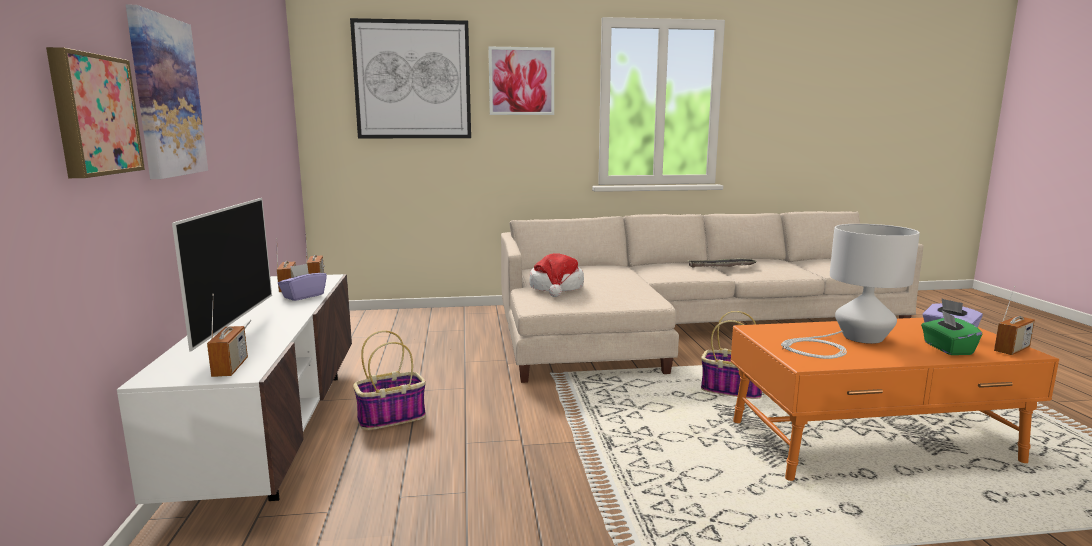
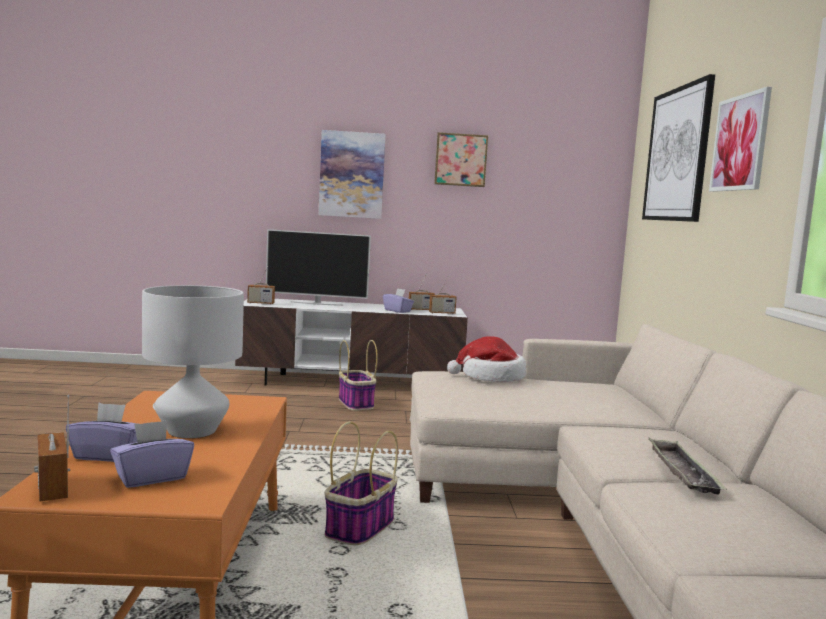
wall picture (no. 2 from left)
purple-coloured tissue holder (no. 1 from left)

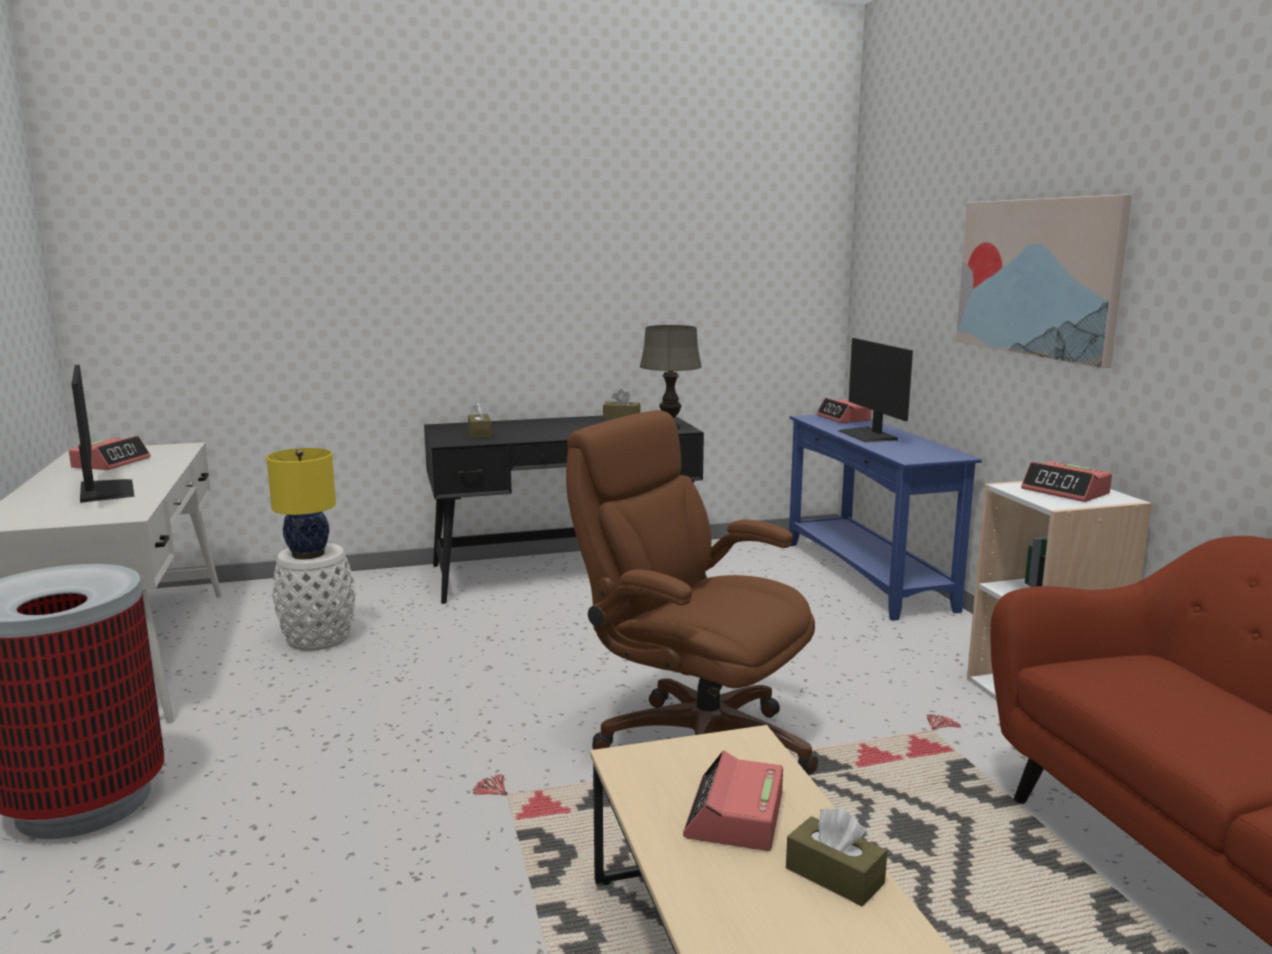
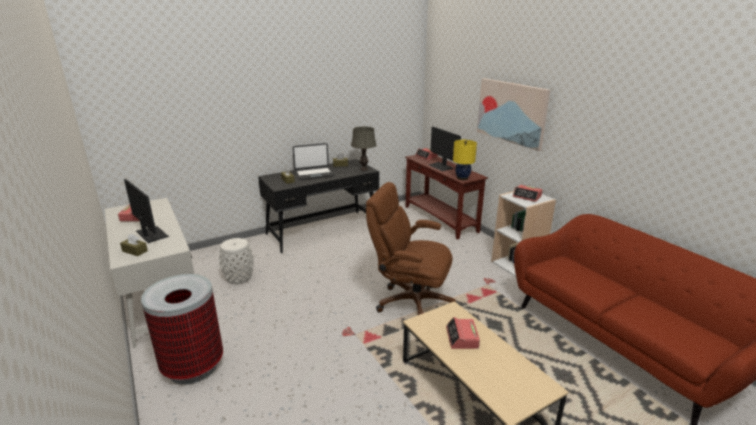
brownish narrow table
yellow-coloured tabletop lamp
brownish tissue holder (no. 1 from left)
portable computer

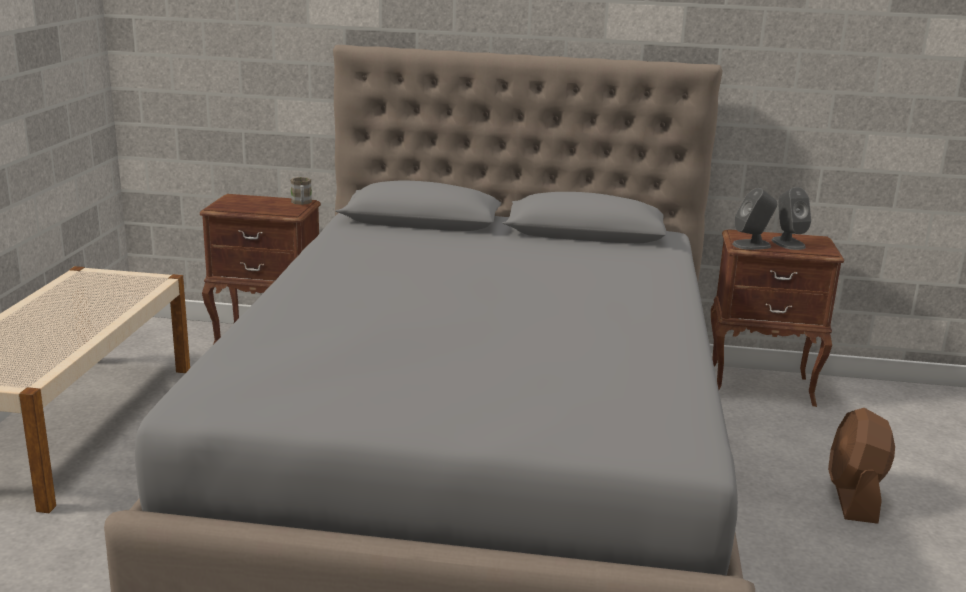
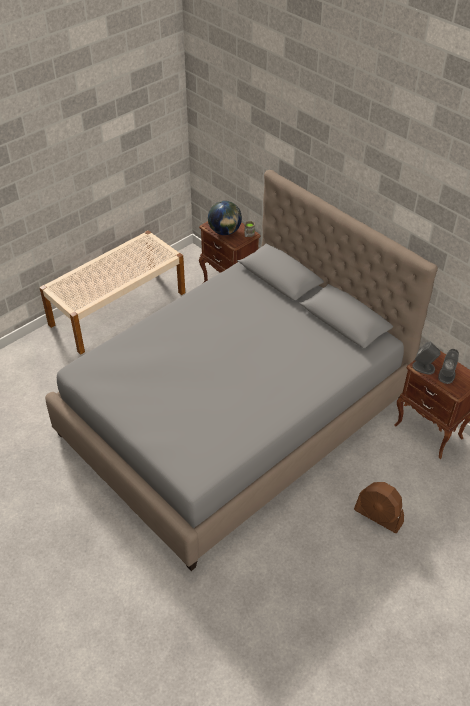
brownish fan
desk globe

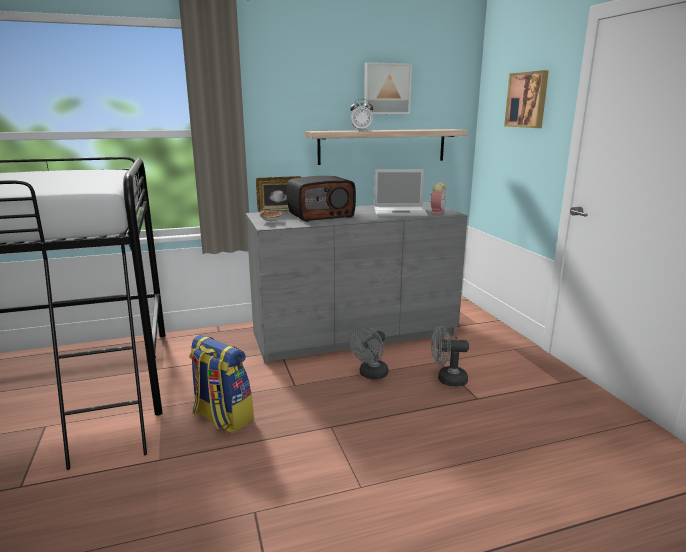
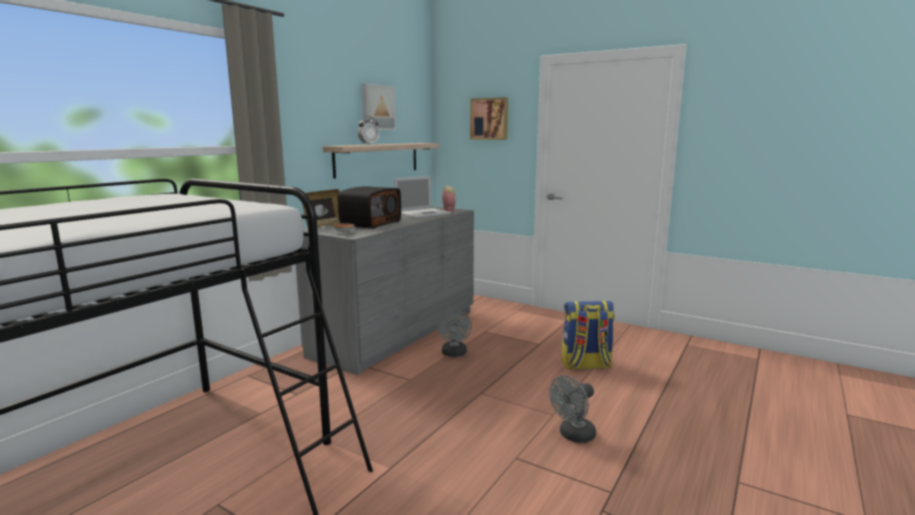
greyish fan (no. 2 from left)
knapsack

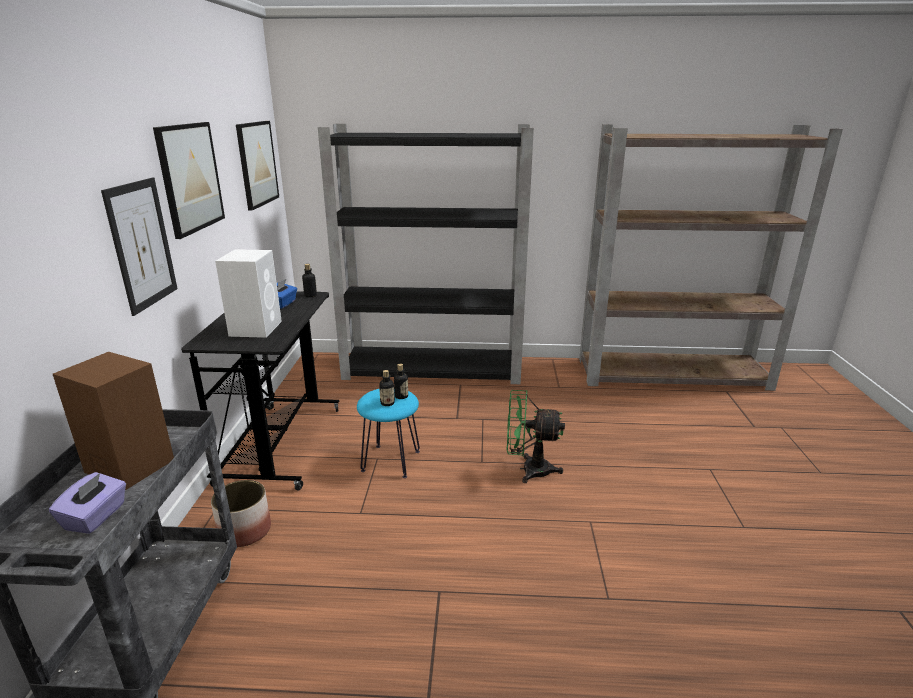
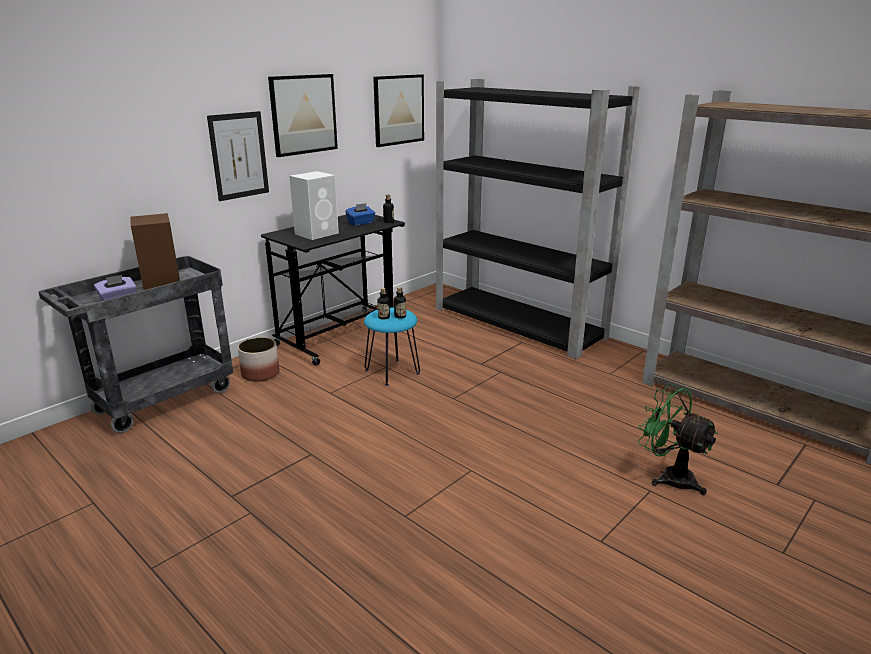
green fan

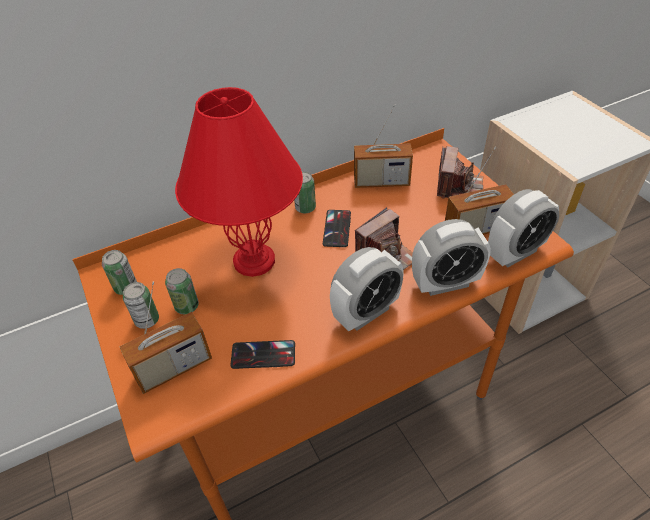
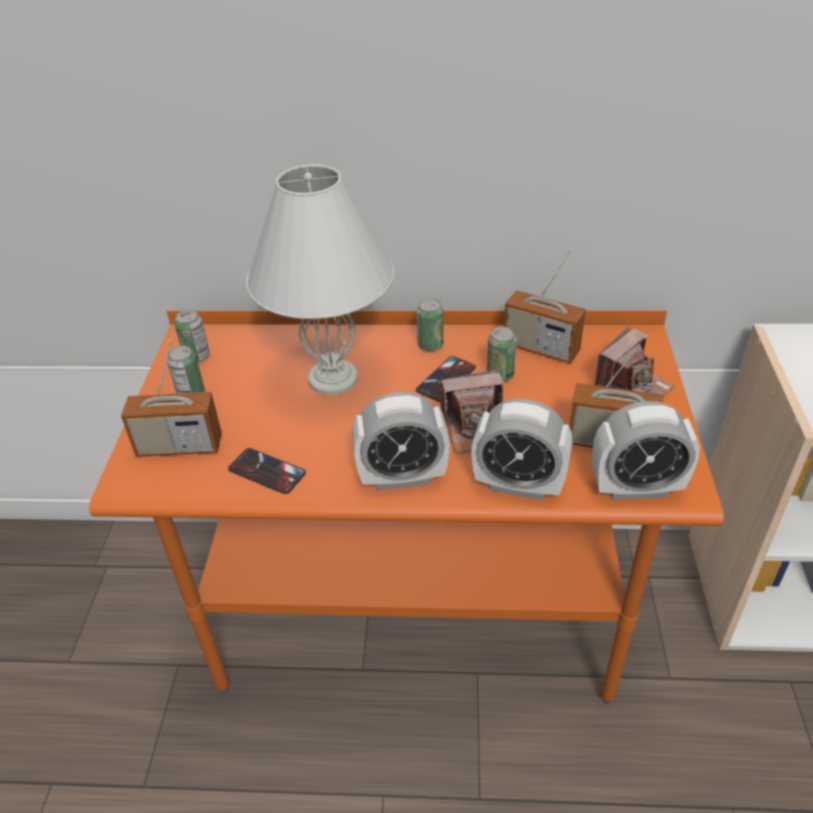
white-coloured tabletop lamp
metal can (no. 4 from left)

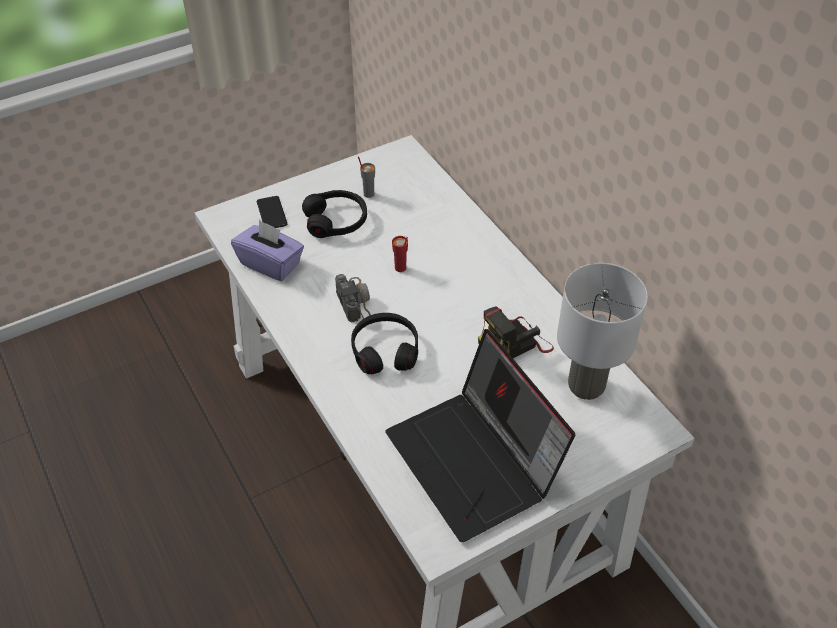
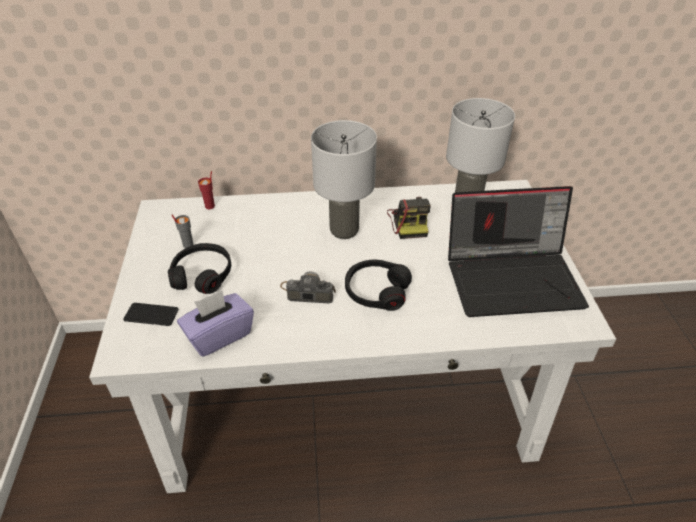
red drinking cup
white-coloured tabletop lamp (no. 1 from left)

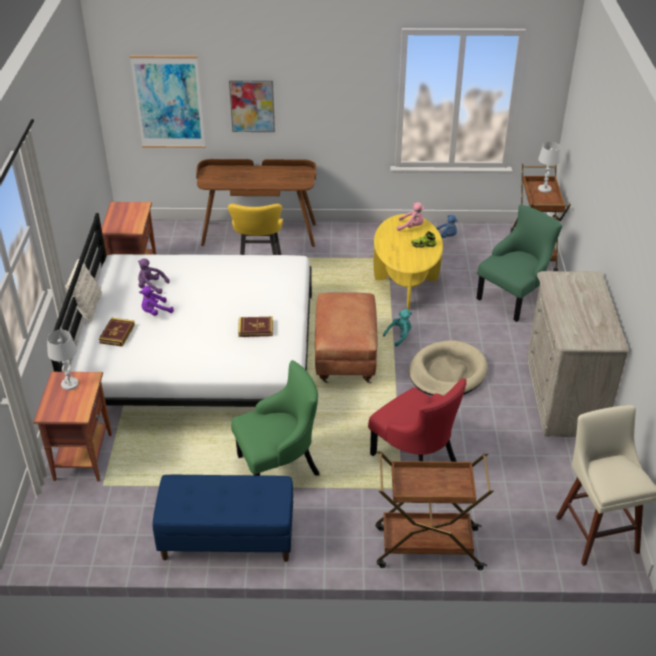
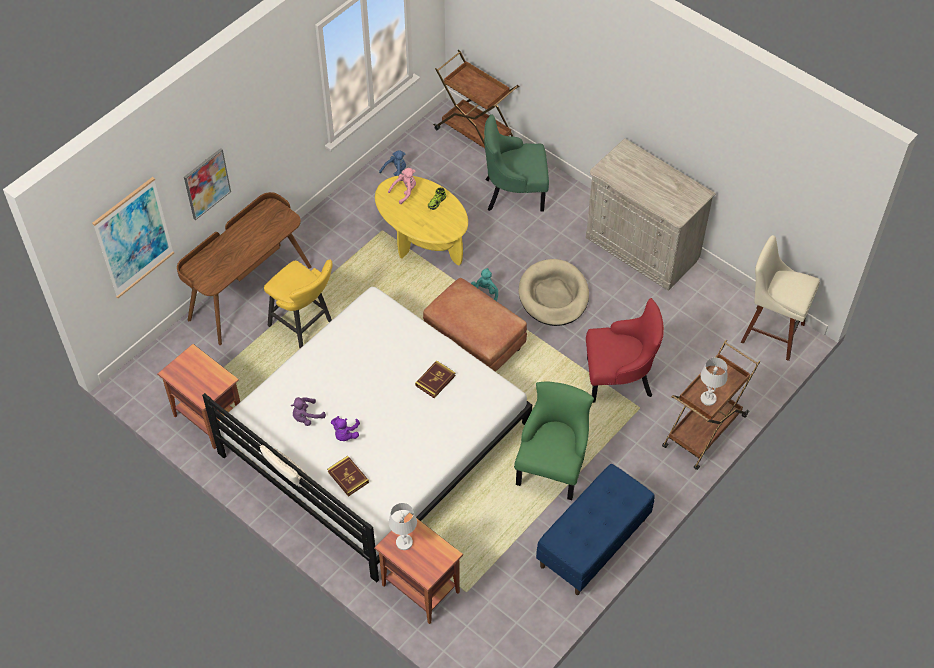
white-coloured tabletop lamp (no. 2 from left)
green plain chair (no. 1 from left)

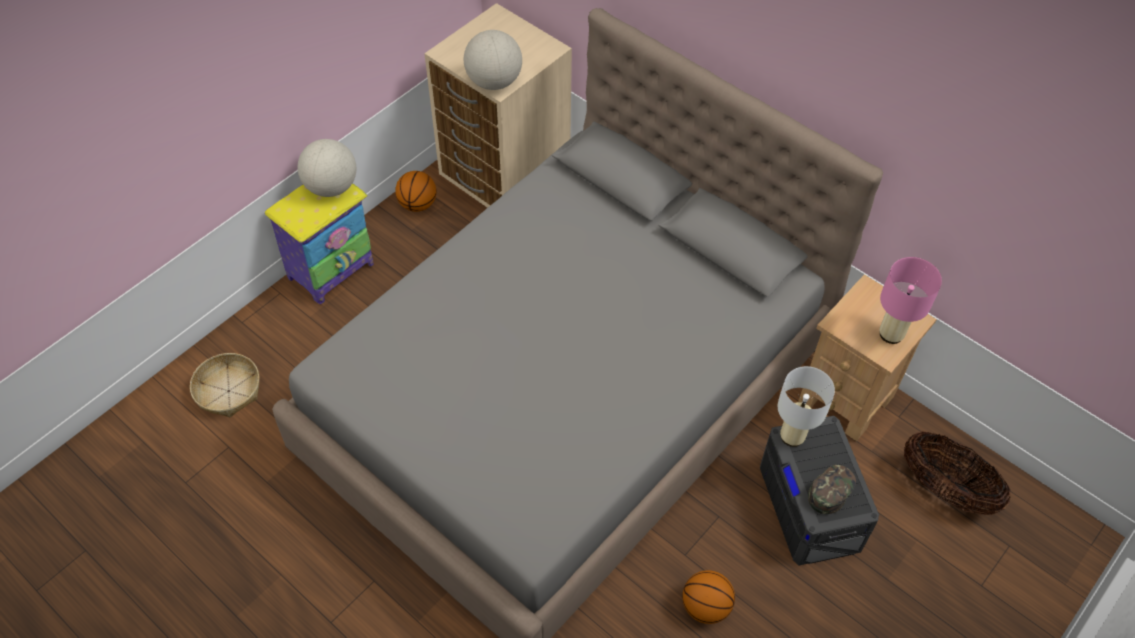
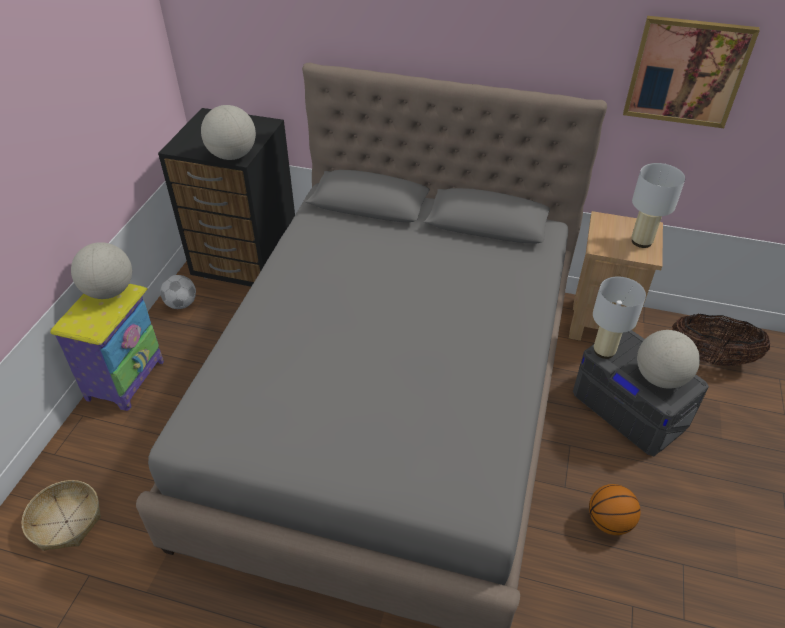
black-coloured chest of drawers
ball for football
white-coloured tabletop lamp (no. 2 from left)
desk globe (no. 3 from left)
wall picture

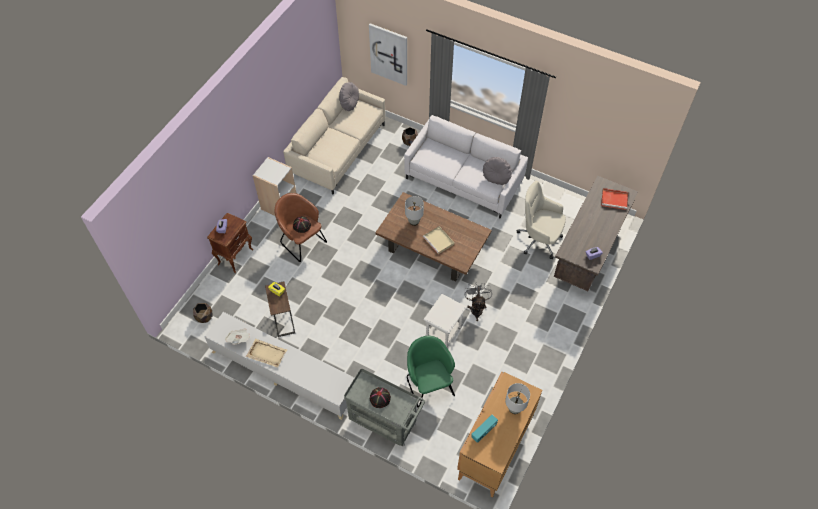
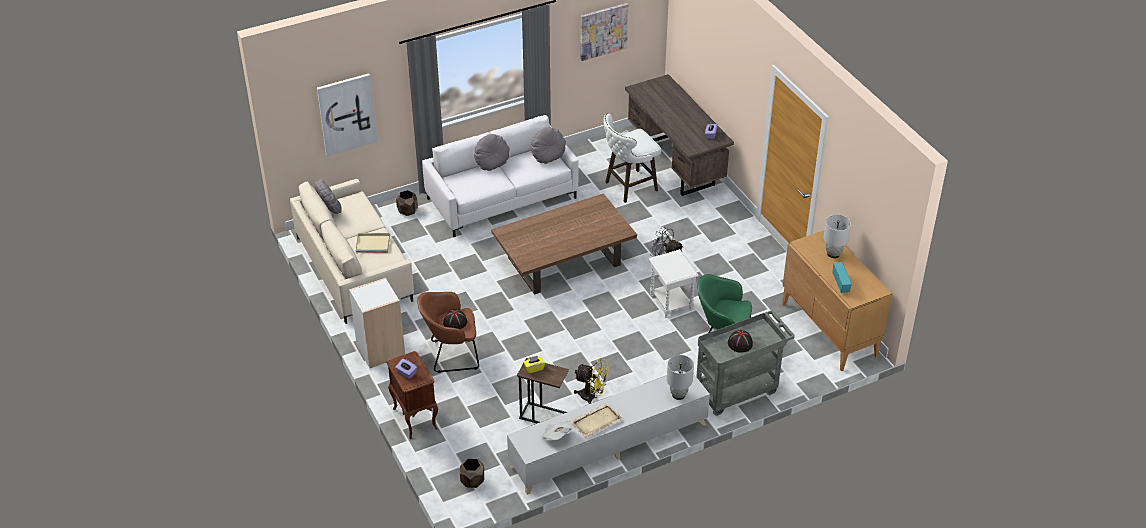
white-coloured stool
red carrying tray
white-coloured tabletop lamp (no. 1 from left)
sand-coloured carrying tray (no. 1 from left)
wall picture (no. 2 from left)
greyish pillow (no. 2 from left)
yellow-coloured fan

